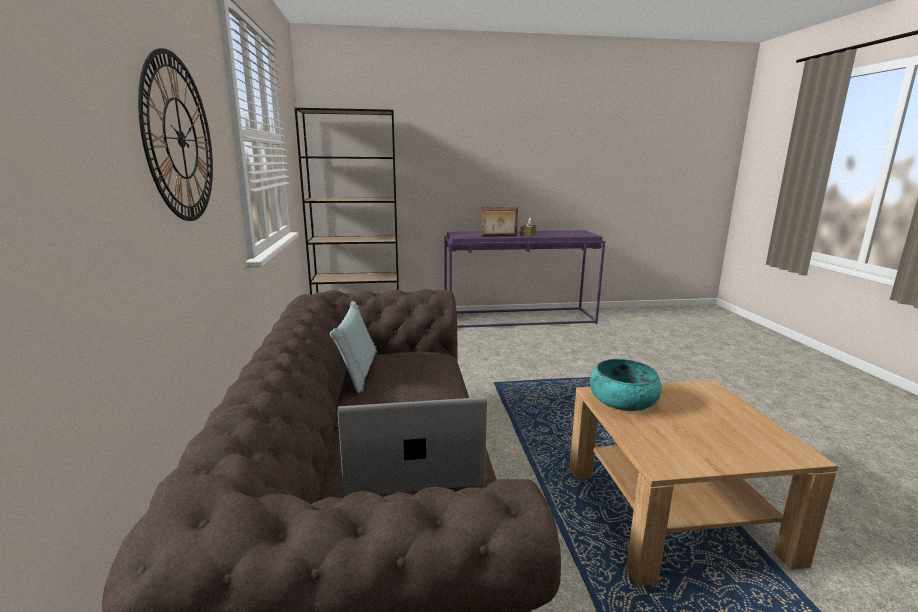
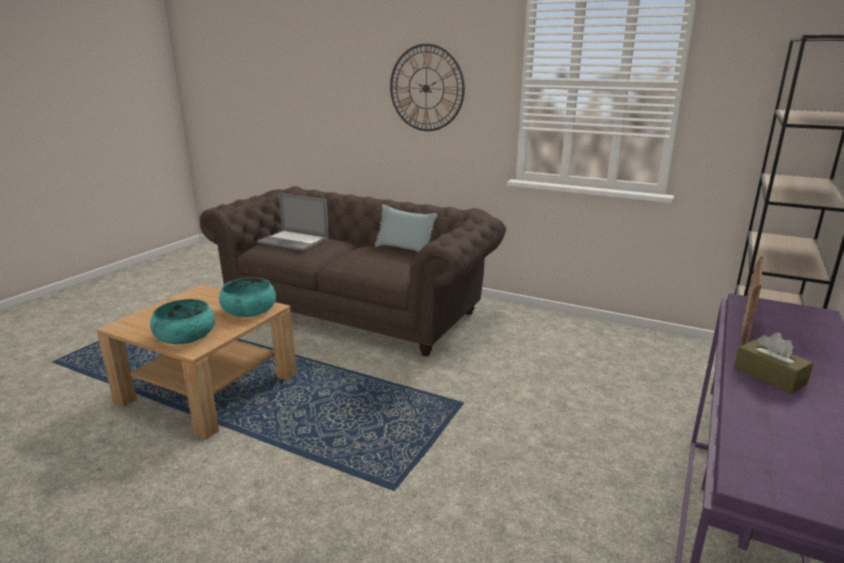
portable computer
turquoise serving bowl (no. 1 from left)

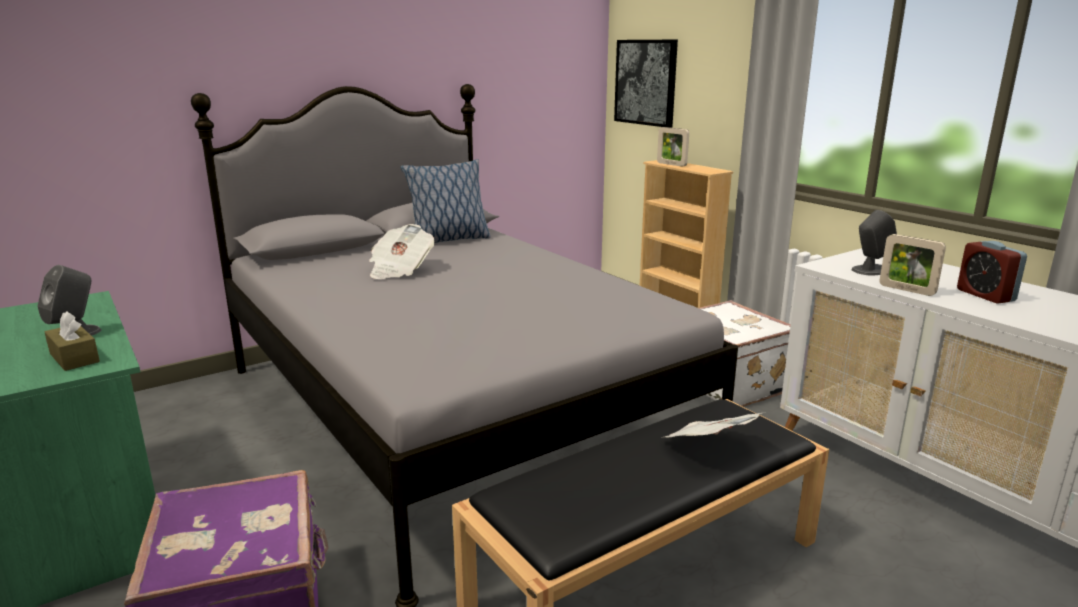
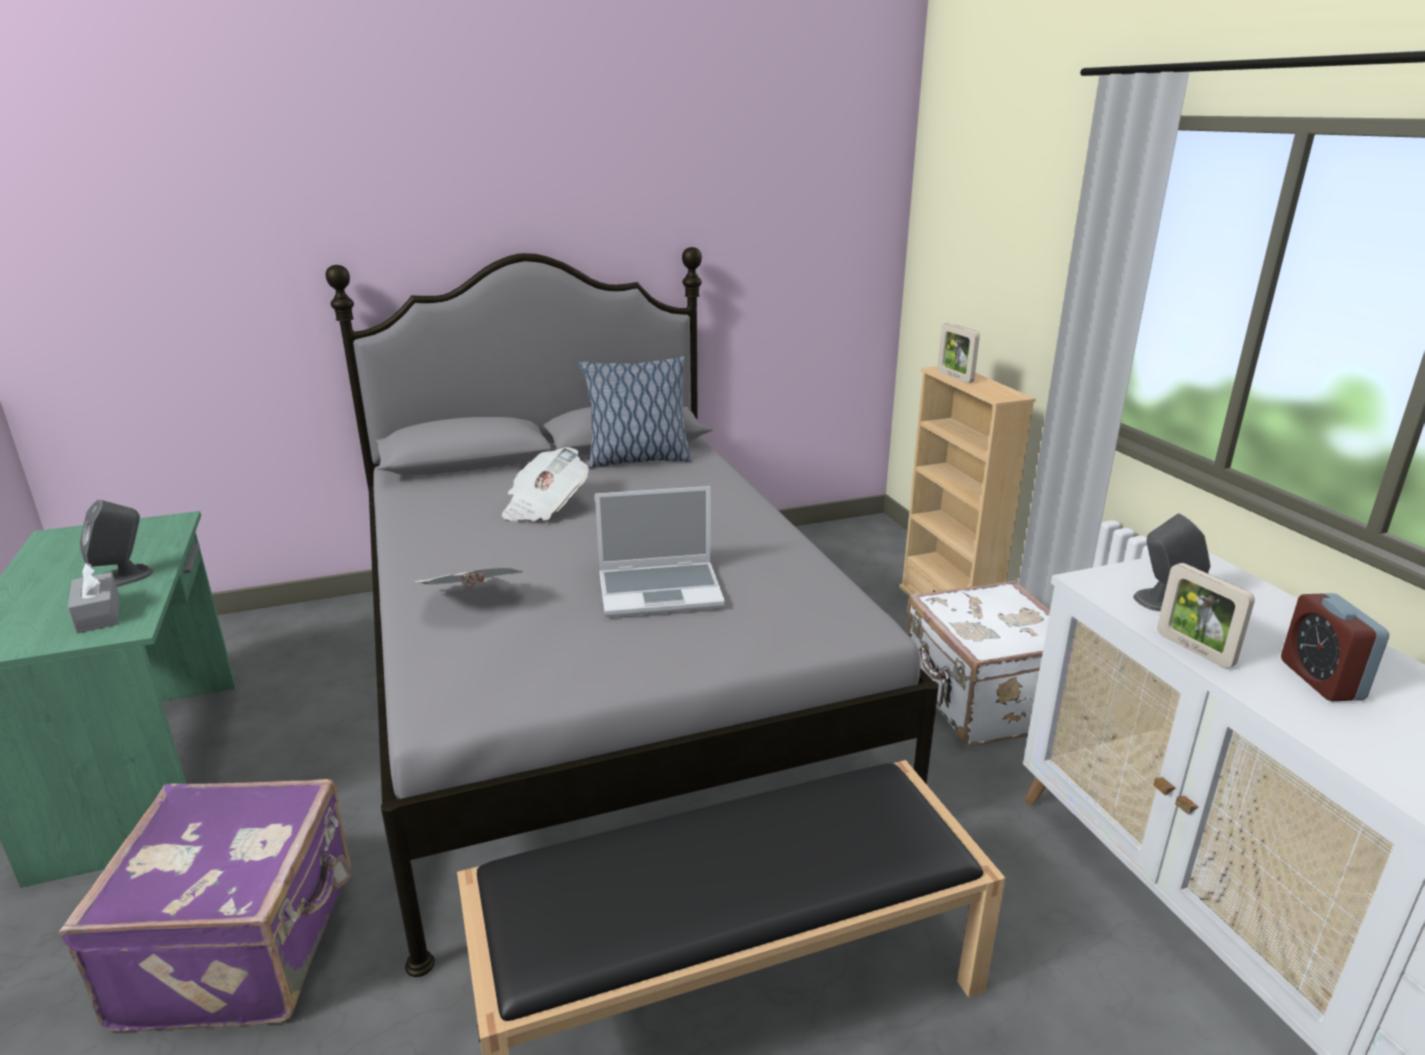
wall picture
greyish tissue holder
newspaper (no. 1 from left)
portable computer

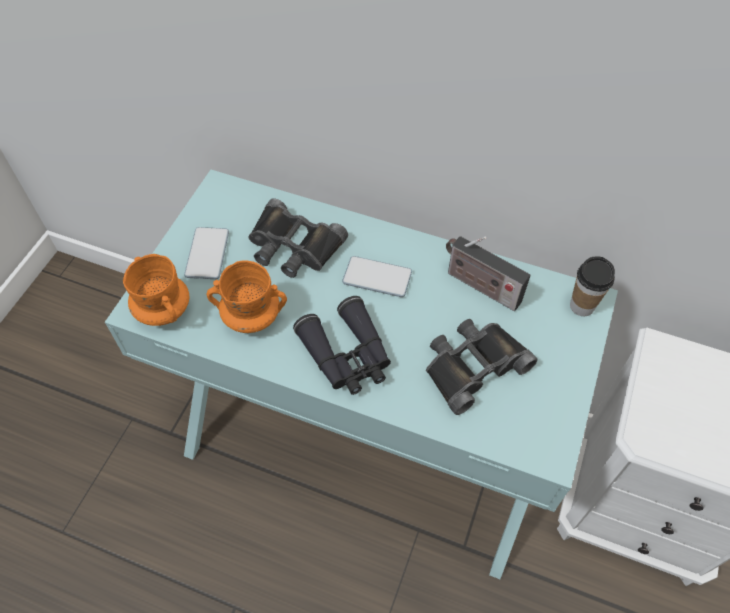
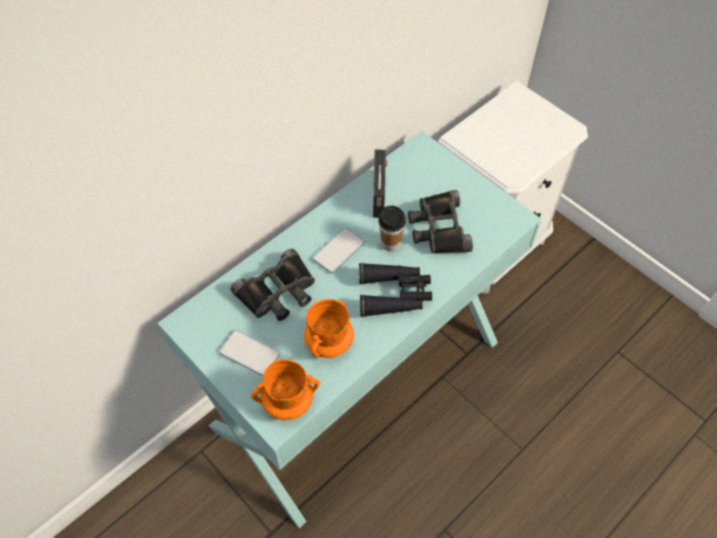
radio
drinking cup

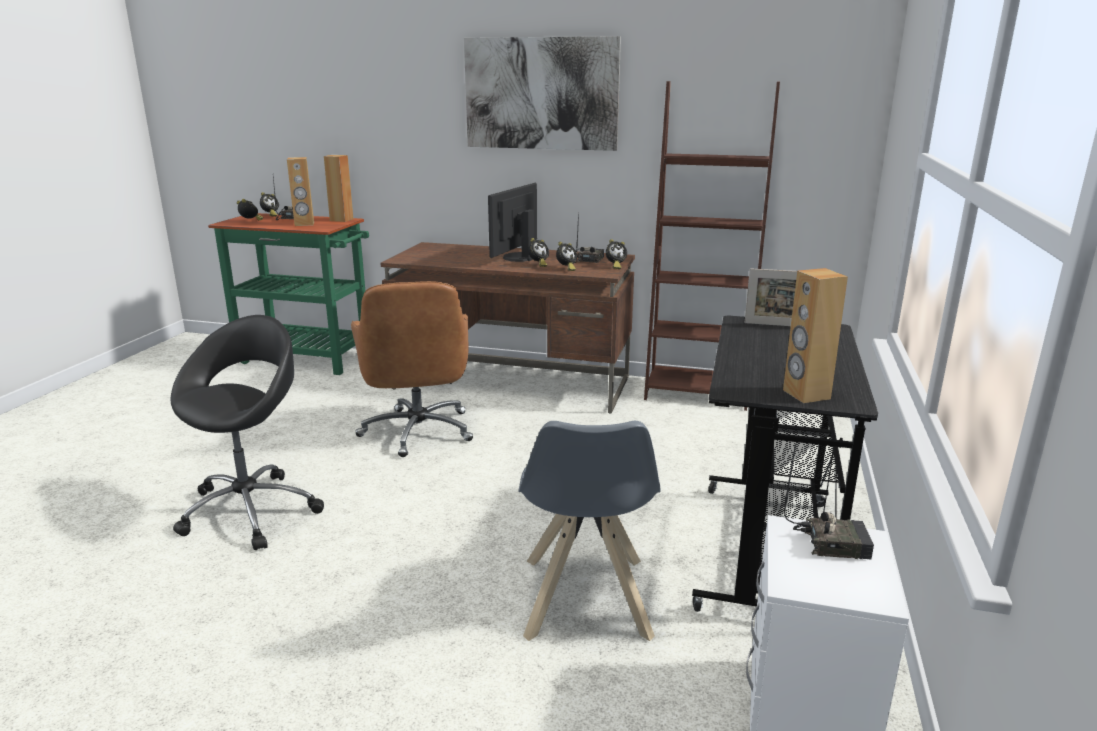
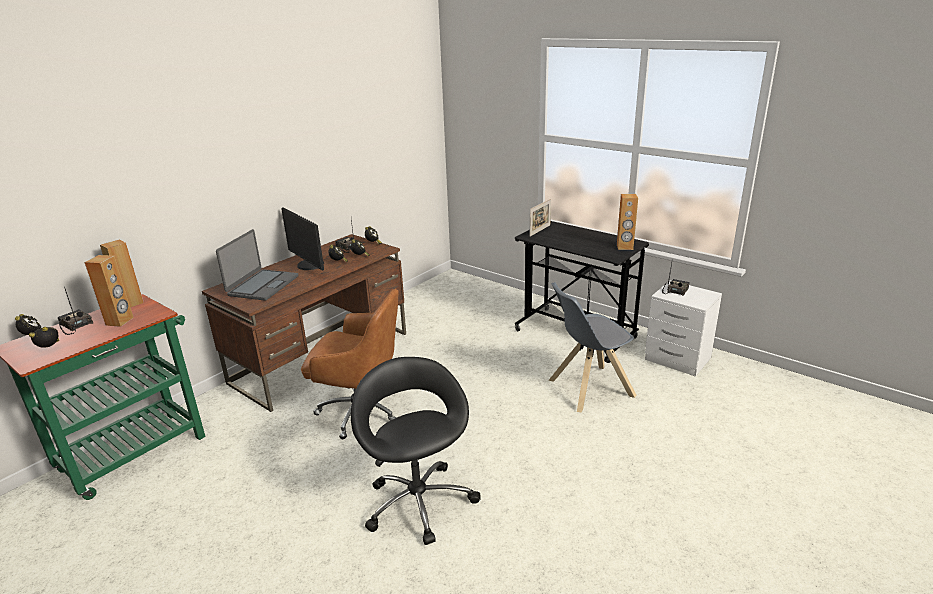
wall picture
brownish shelving unit
greyish plain chair
portable computer

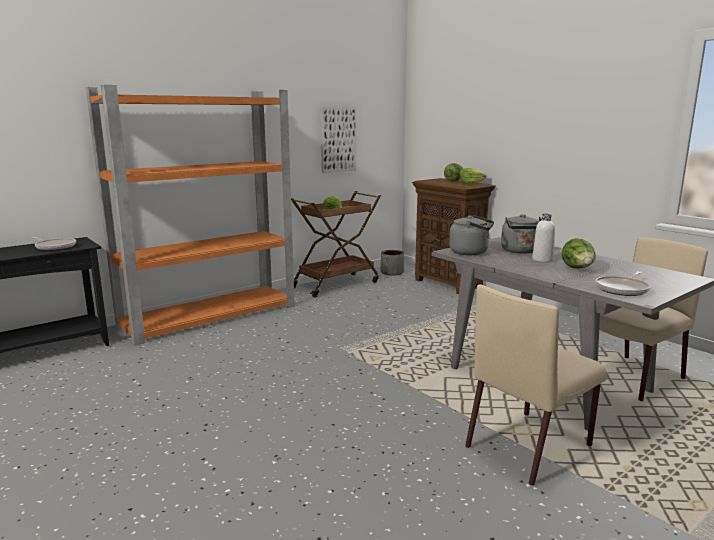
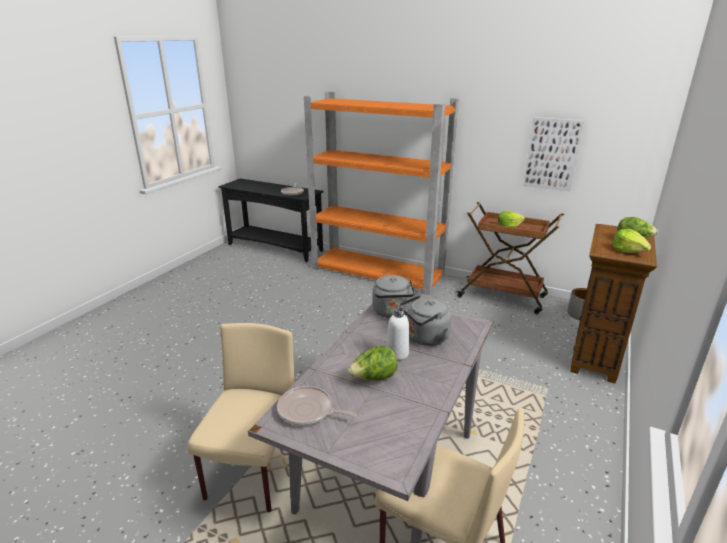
sand-coloured plain chair (no. 1 from left)

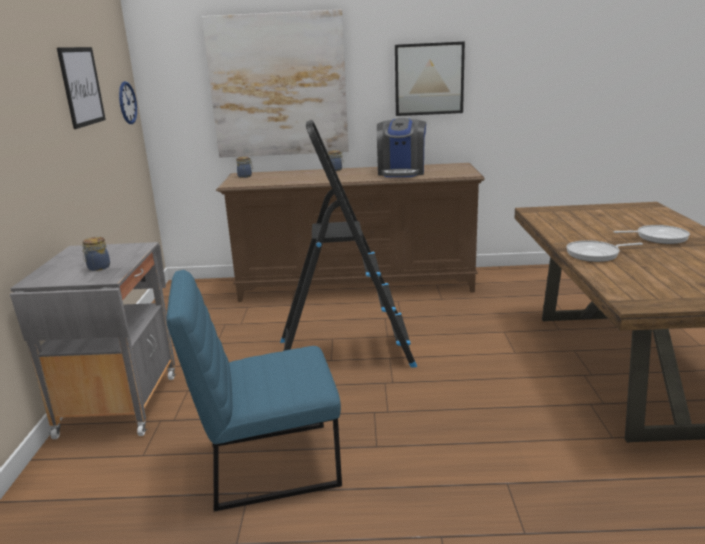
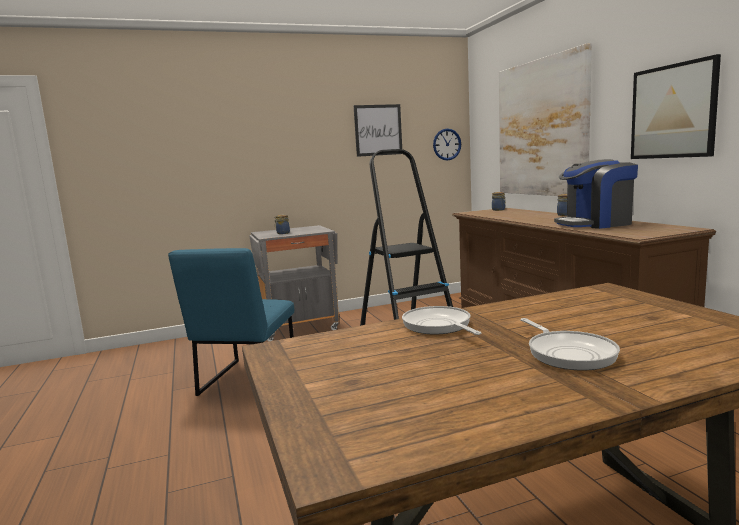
blue-coloured plain chair

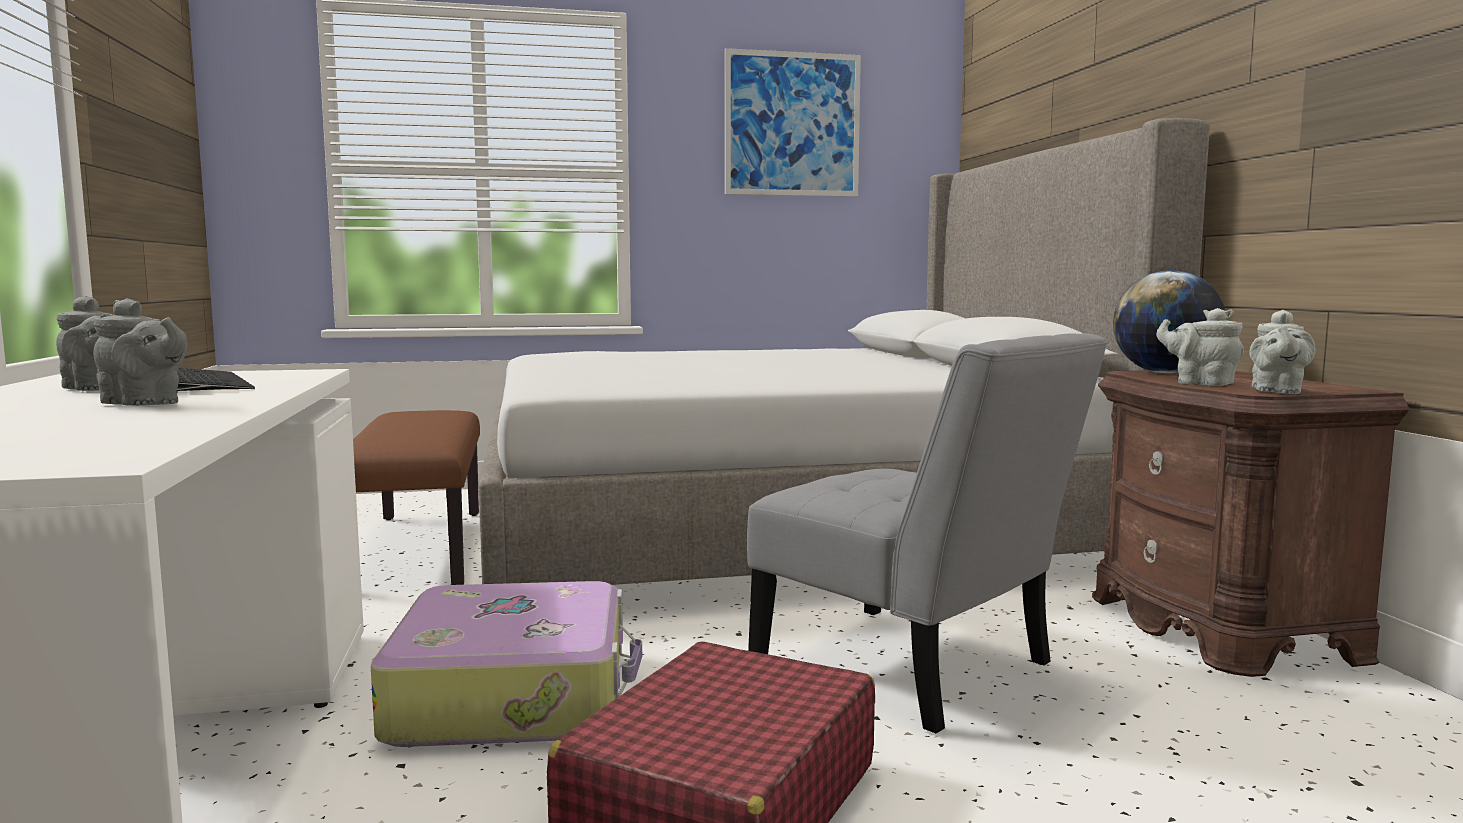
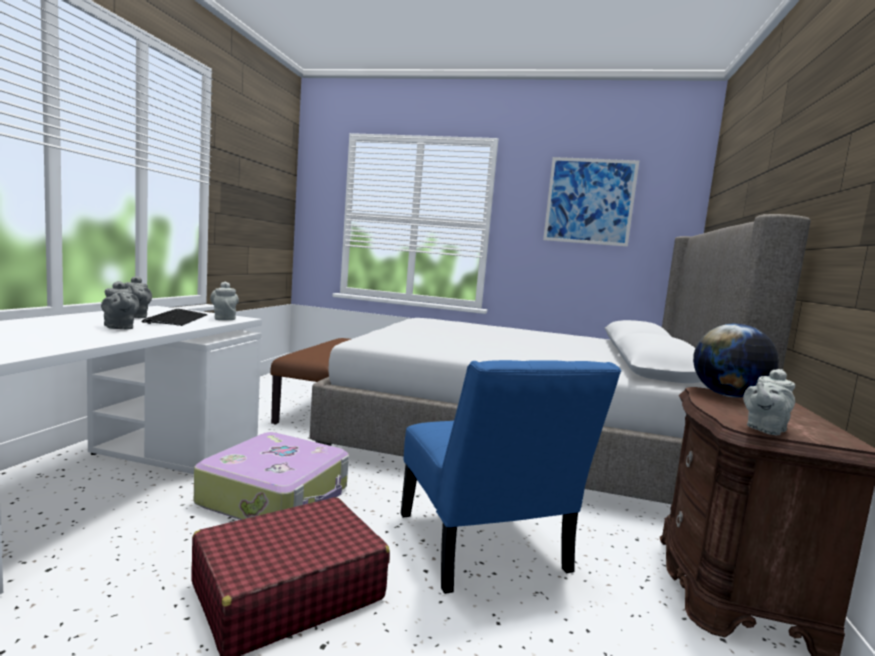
greyish teapot (no. 3 from left)
blue-coloured plain chair

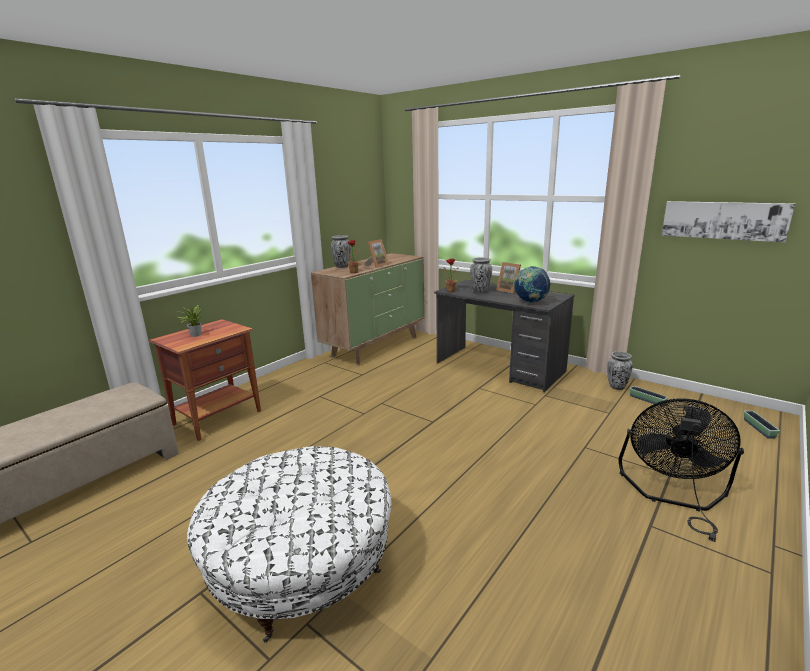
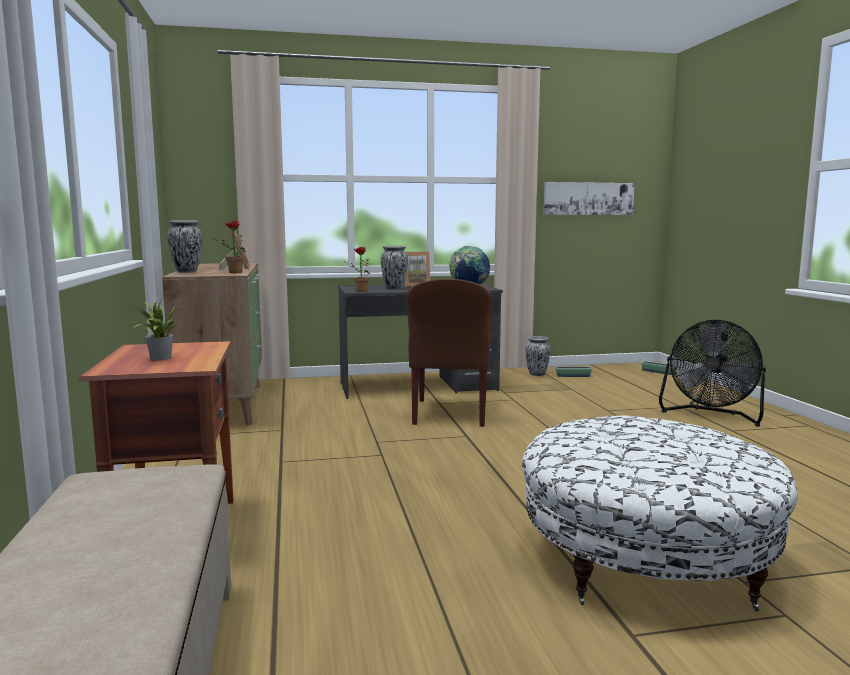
black-coloured fan
brownish plain chair

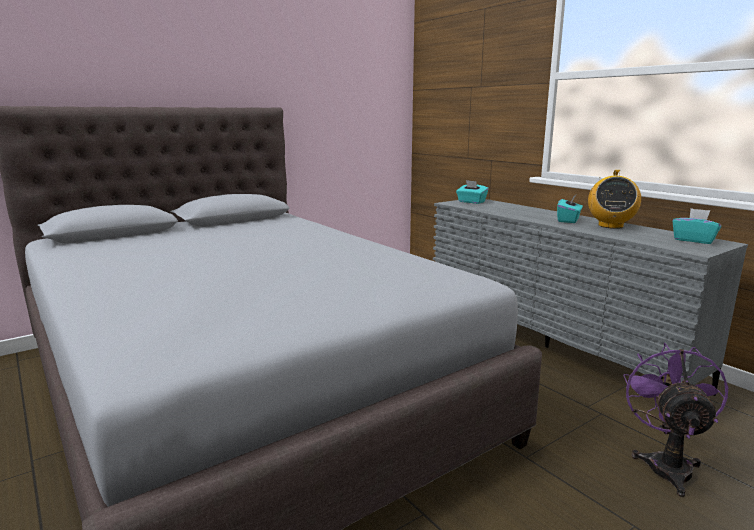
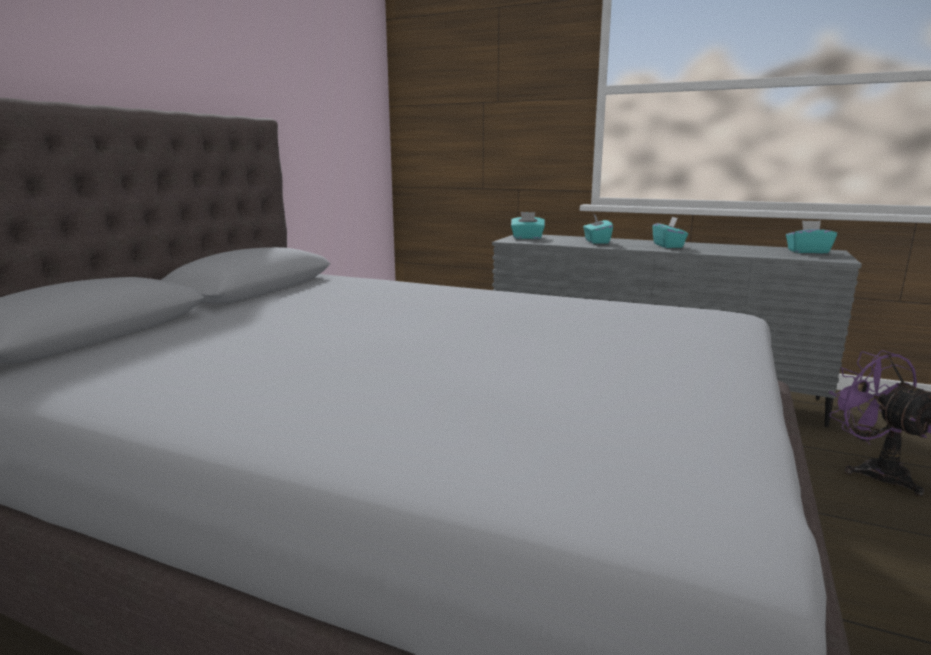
radio
turquoise tissue holder (no. 2 from left)

